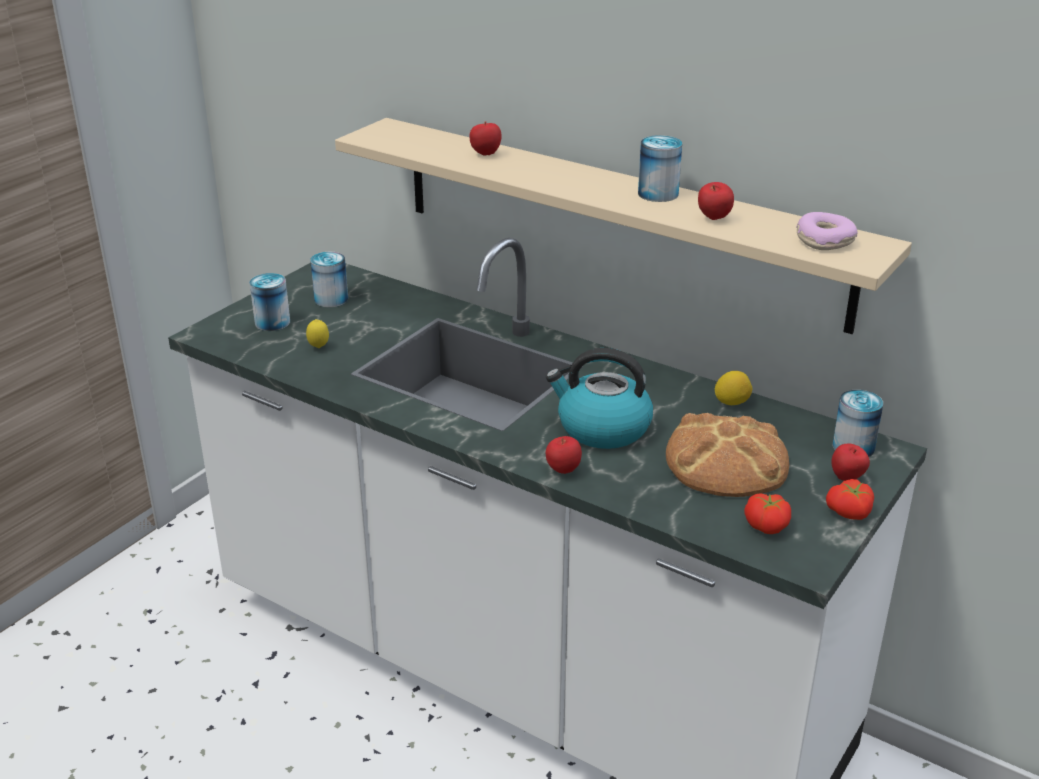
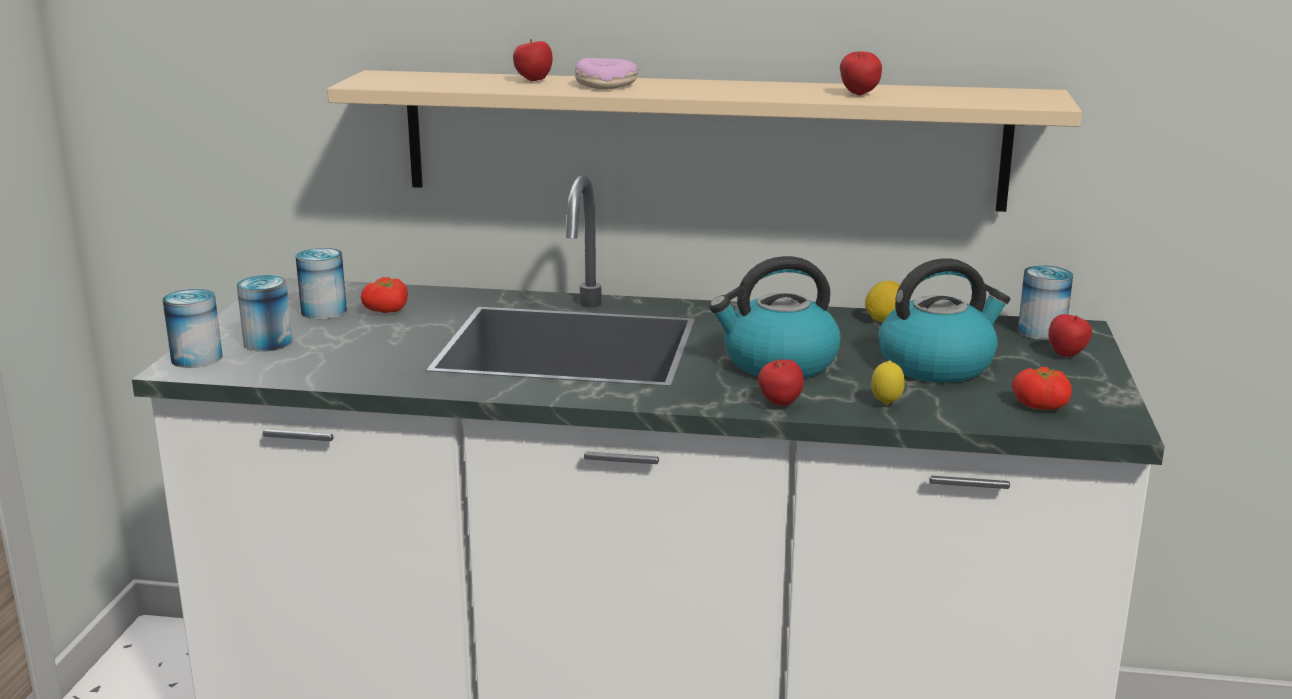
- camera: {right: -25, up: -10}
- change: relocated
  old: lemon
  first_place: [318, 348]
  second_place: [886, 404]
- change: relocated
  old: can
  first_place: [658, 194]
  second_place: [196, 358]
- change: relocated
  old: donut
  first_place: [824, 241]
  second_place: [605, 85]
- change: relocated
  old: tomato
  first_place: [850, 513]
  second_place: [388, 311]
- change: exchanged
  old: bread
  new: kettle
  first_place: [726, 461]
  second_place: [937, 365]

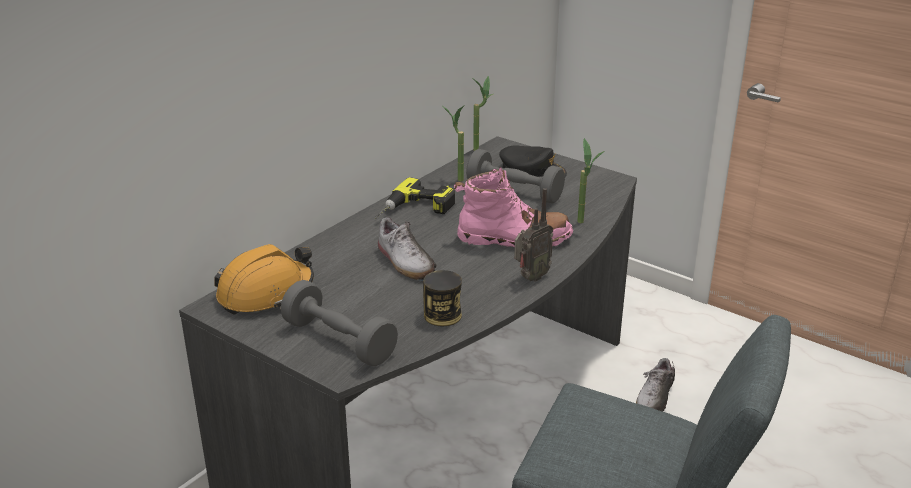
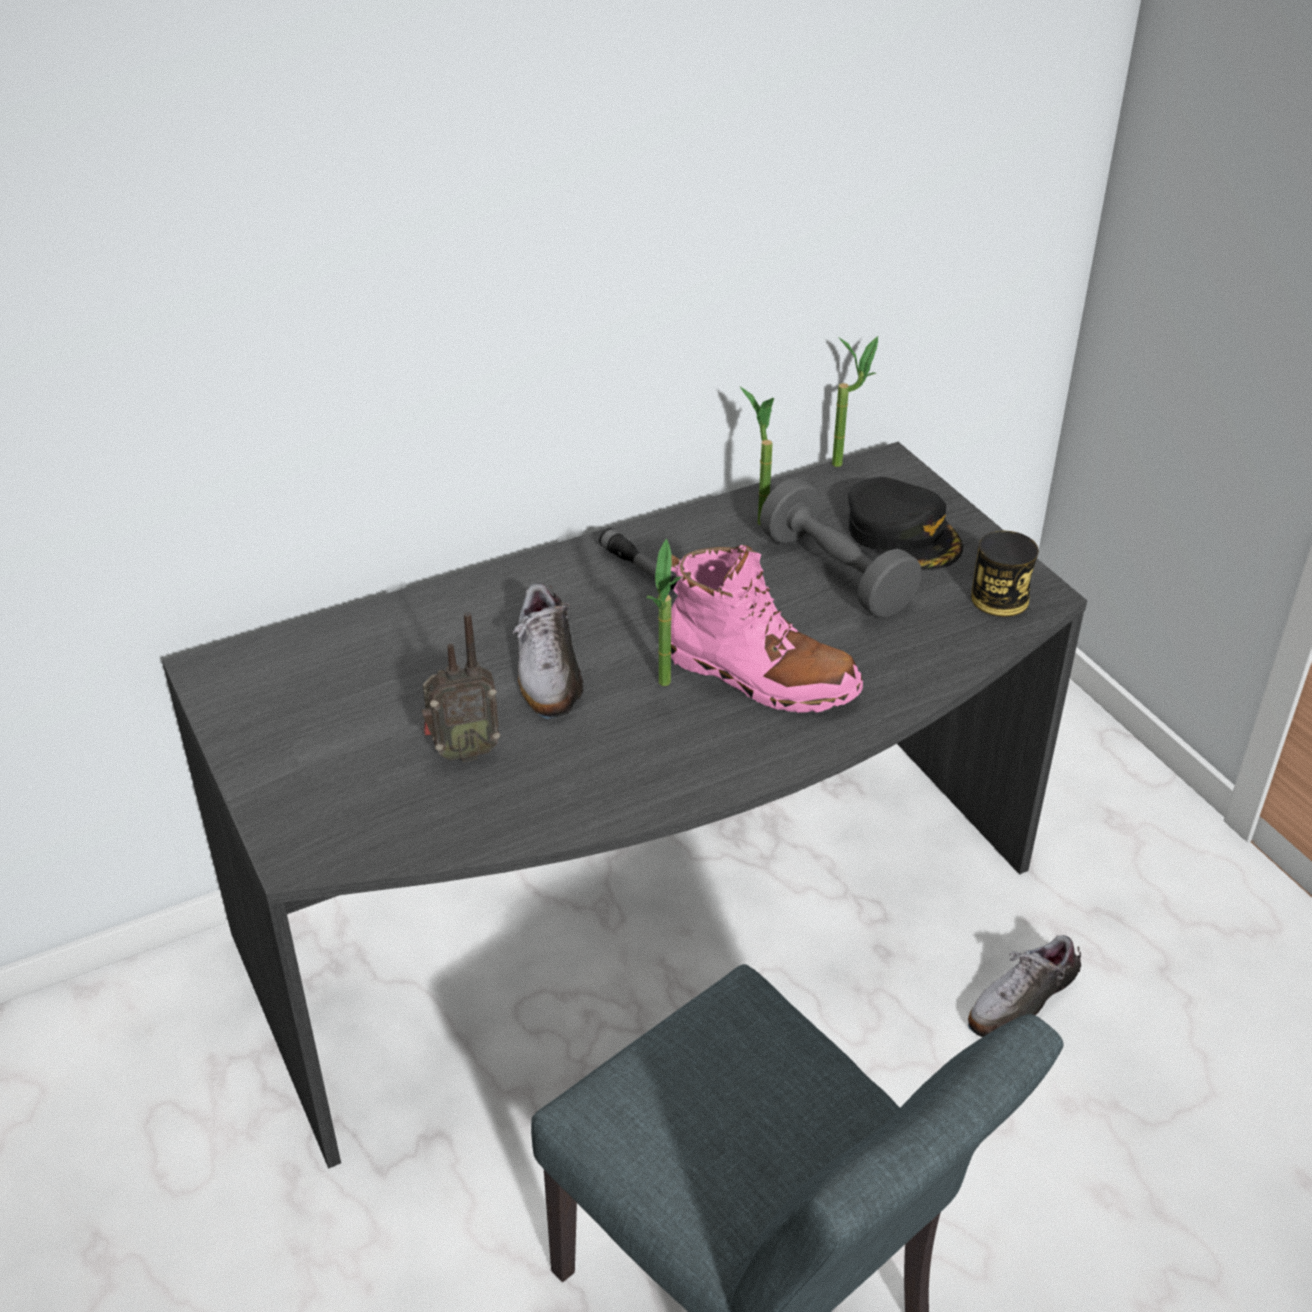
- camera: {right: 25, up: 10}
- change: missing
  old: orange hard hat
  first_place: [266, 293]
- change: missing
  old: grey dumbbell
  first_place: [339, 341]
- change: relocated
  old: can
  first_place: [442, 315]
  second_place: [999, 599]
- change: relocated
  old: radio
  first_place: [530, 278]
  second_place: [462, 752]
- change: relocated
  old: potted plant
  first_place: [585, 224]
  second_place: [666, 690]
- change: exchanged
  old: power drill
  new: flashlight
  first_place: [415, 211]
  second_place: [639, 568]

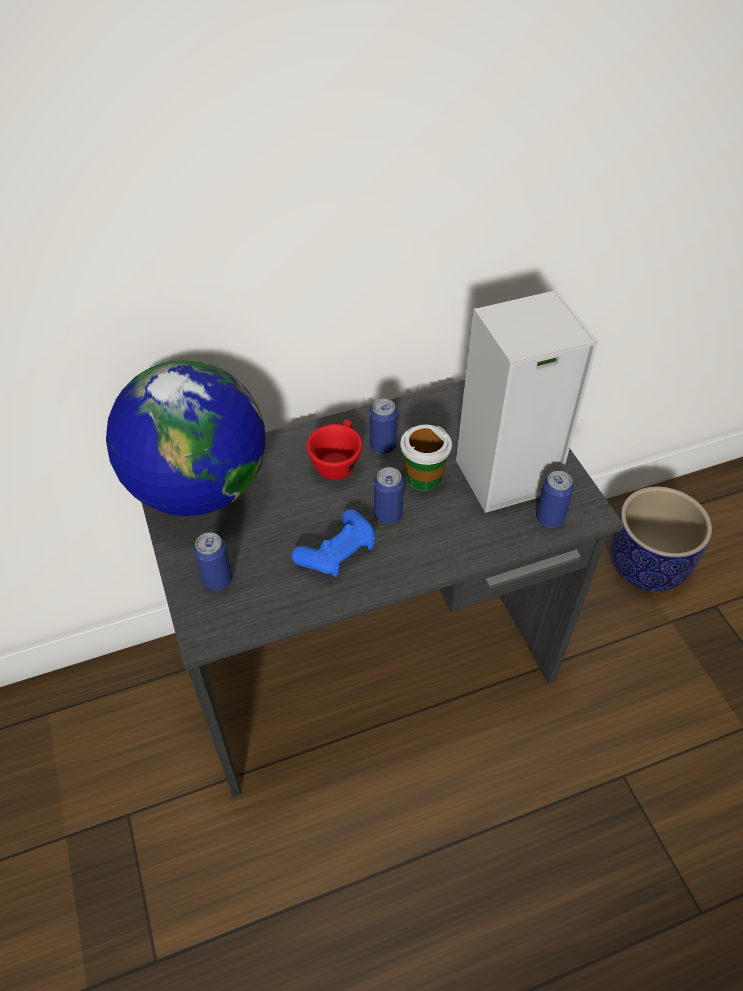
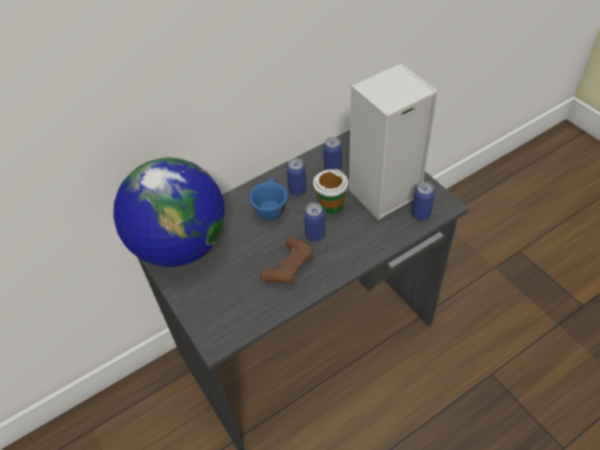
- camera: {right: -10, up: 0}
- change: missing
  old: planter
  first_place: [647, 566]
- change: relocated
  old: can
  first_place: [217, 580]
  second_place: [332, 169]
- change: colour
  old: blue game controller
  new: brown game controller
  first_place: [337, 552]
  second_place: [289, 267]
- change: colour
  old: red cup
  new: blue cup
  first_place: [337, 461]
  second_place: [270, 207]

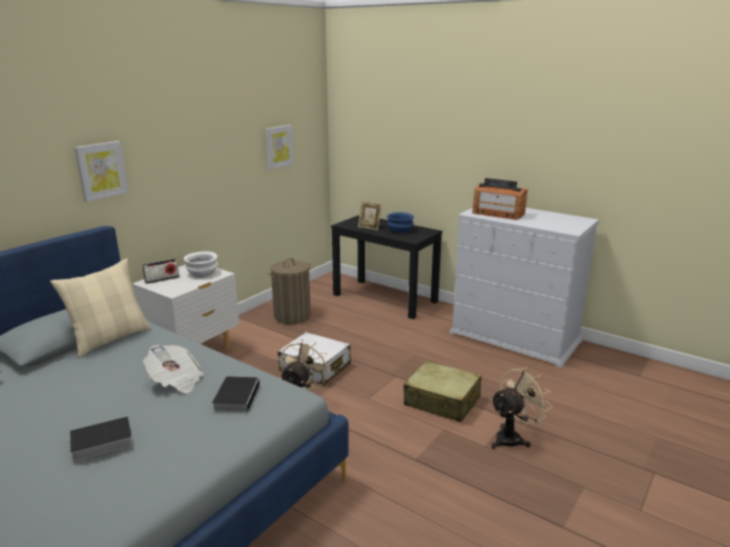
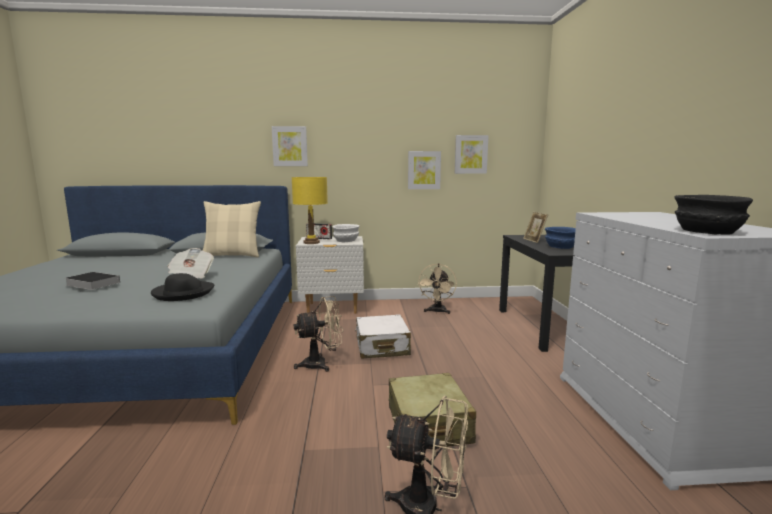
- camera: {right: 50, up: -10}
- change: missing
  old: radio
  first_place: [498, 214]
- change: appeared
  new: yellow table lamp
  second_place: [311, 242]
- change: appeared
  new: picture
  second_place: [424, 170]
- change: appeared
  new: black bowl
  second_place: [708, 231]
- change: exchanged
  old: book
  new: black hat
  first_place: [237, 396]
  second_place: [183, 293]
- change: exchanged
  old: laundry basket
  new: beige fan
  first_place: [292, 316]
  second_place: [437, 312]

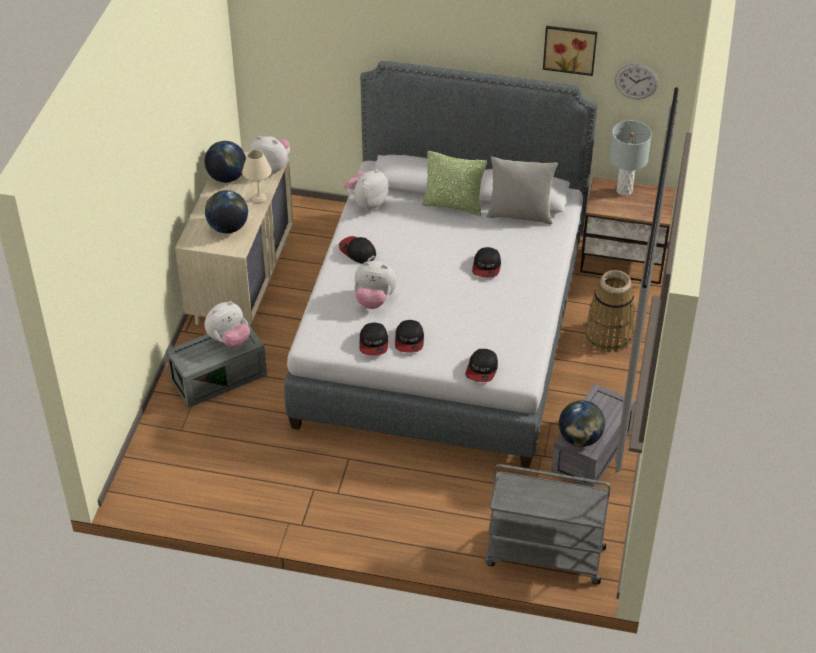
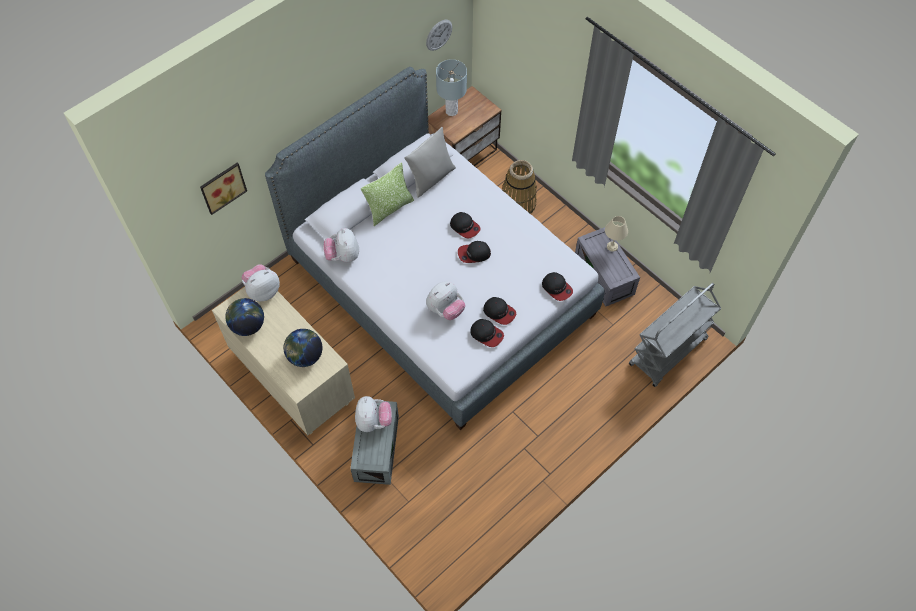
- camera: {right: -55, up: 15}
- change: missing
  old: globe
  first_place: [580, 439]
- change: relocated
  old: beige table lamp
  first_place: [259, 199]
  second_place: [612, 246]
- change: relocated
  old: cap
  first_place: [357, 251]
  second_place: [474, 254]
- change: relocated
  old: picture
  first_place: [570, 48]
  second_place: [222, 187]

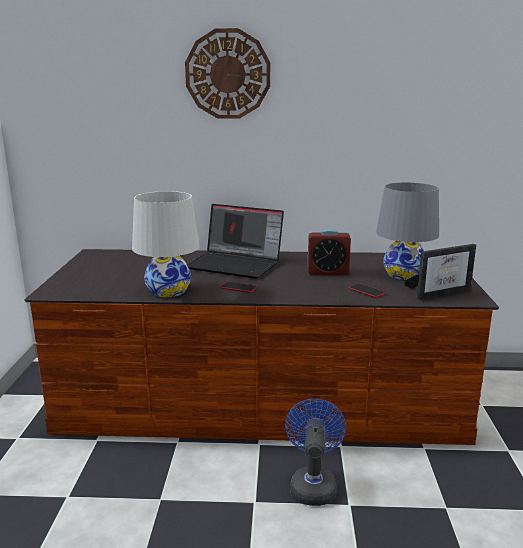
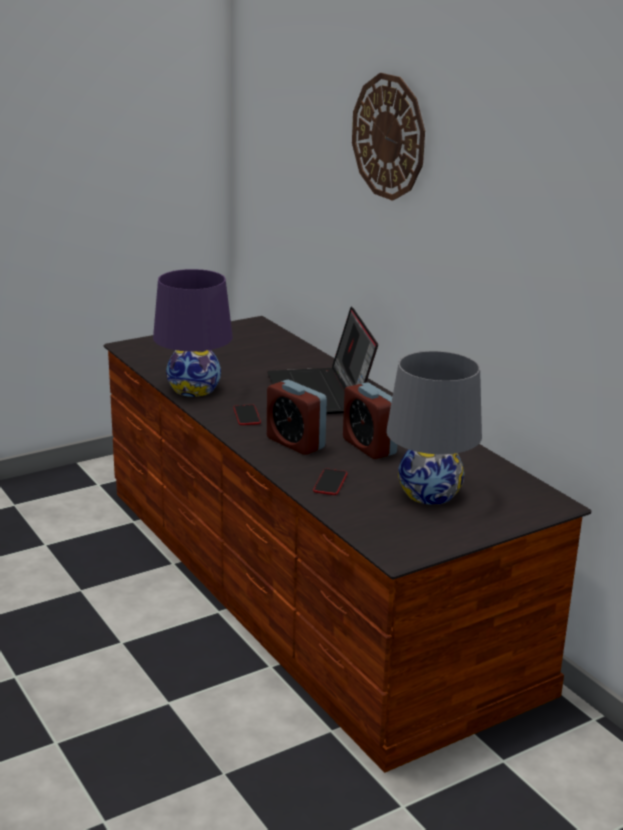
- camera: {right: 55, up: 5}
- change: missing
  old: blue fan
  first_place: [313, 484]
- change: missing
  old: picture frame
  first_place: [440, 292]
- change: appeared
  new: alarm clock
  second_place: [295, 443]
- change: colour
  old: white table lamp
  new: purple table lamp
  first_place: [168, 291]
  second_place: [194, 388]

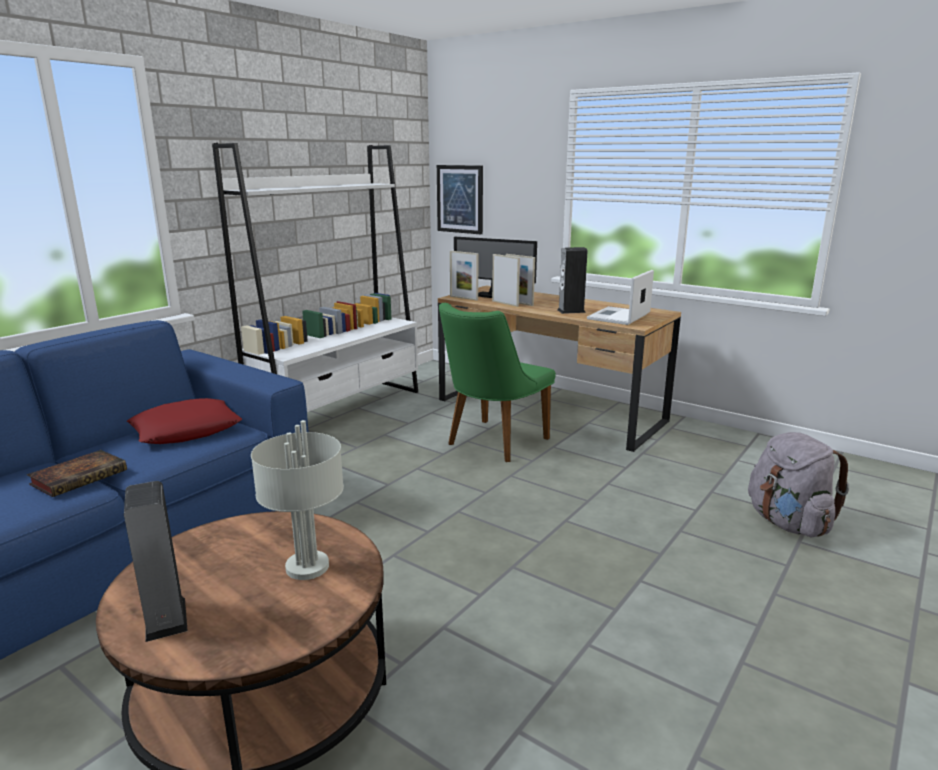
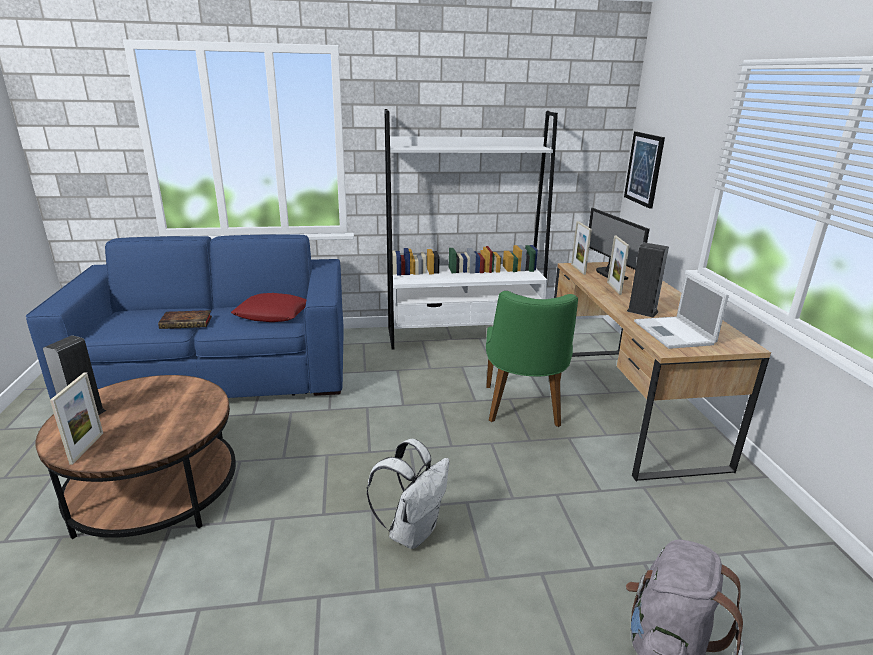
- camera: {right: 45, up: 5}
- change: missing
  old: grey table lamp
  first_place: [307, 568]
- change: appeared
  new: white backpack
  second_place: [412, 531]
- change: relocated
  old: picture frame
  first_place: [505, 303]
  second_place: [87, 448]
- change: spun
  old: green chair
  first_place: [491, 443]
  second_place: [523, 410]
  degrees: -75
- change: spun
  old: laptop
  first_place: [618, 317]
  second_place: [674, 333]
  degrees: -90

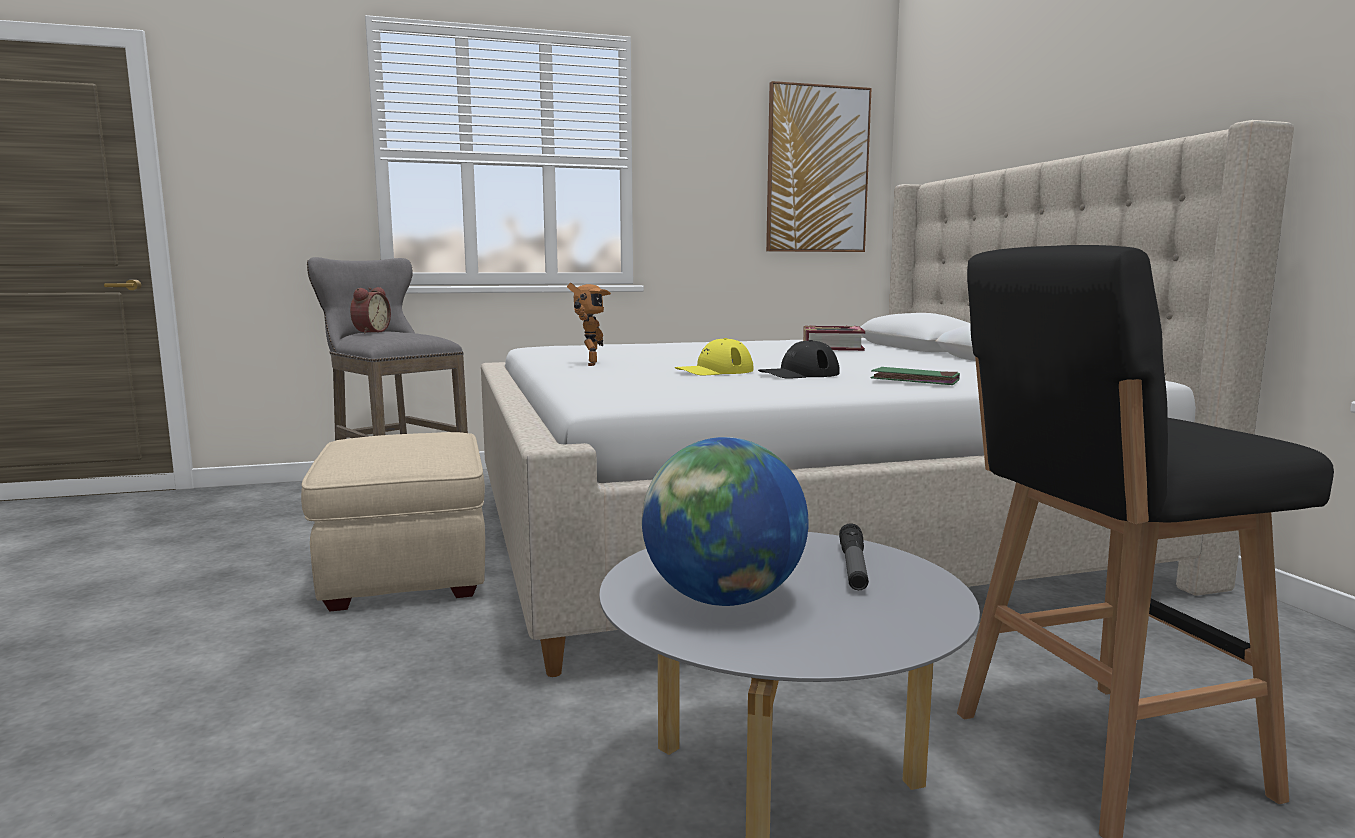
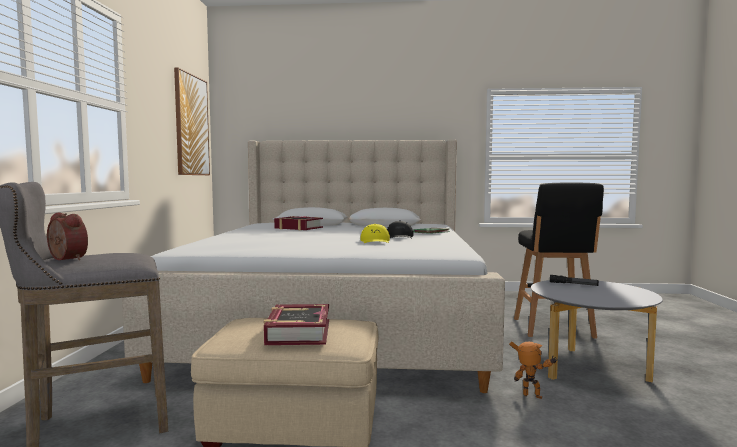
- camera: {right: -70, up: -5}
- change: missing
  old: globe
  first_place: [723, 599]
- change: appeared
  new: book
  second_place: [298, 332]
- change: relocated
  old: toy robot
  first_place: [588, 364]
  second_place: [532, 398]

